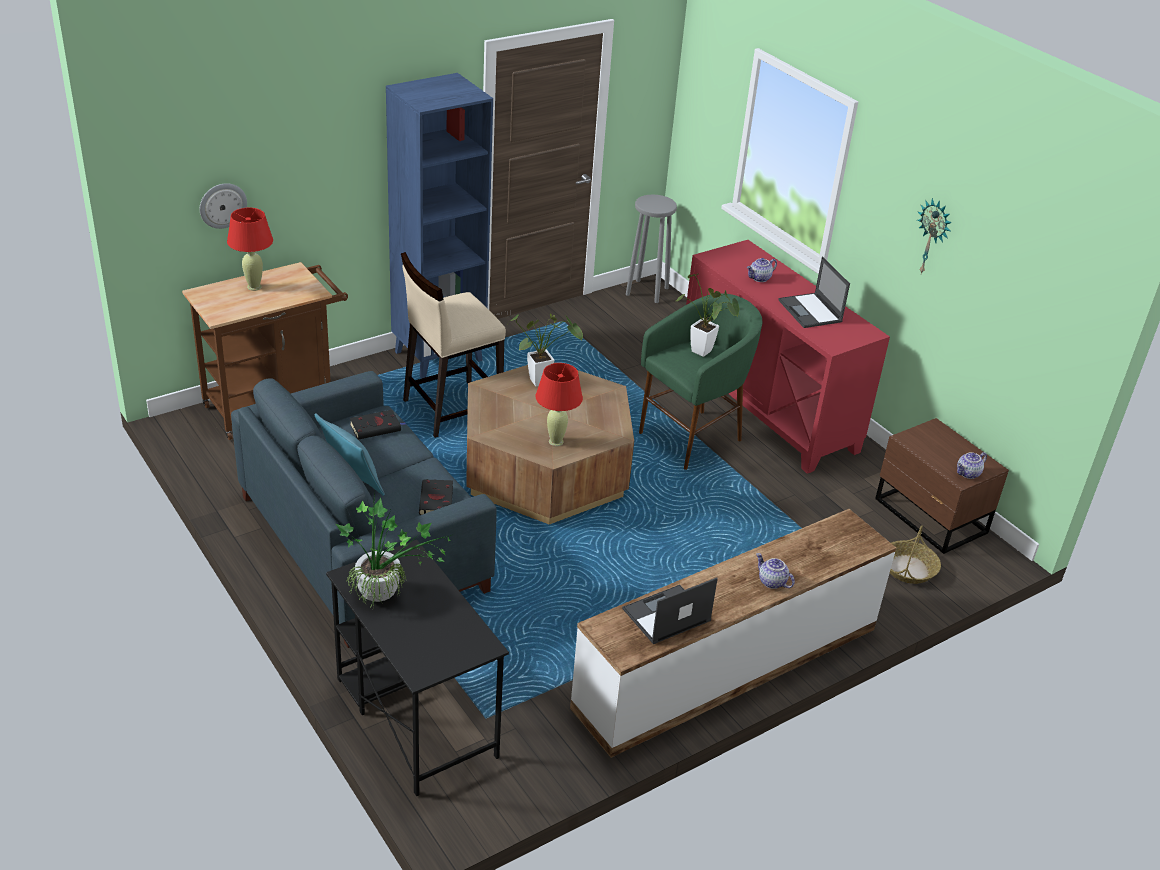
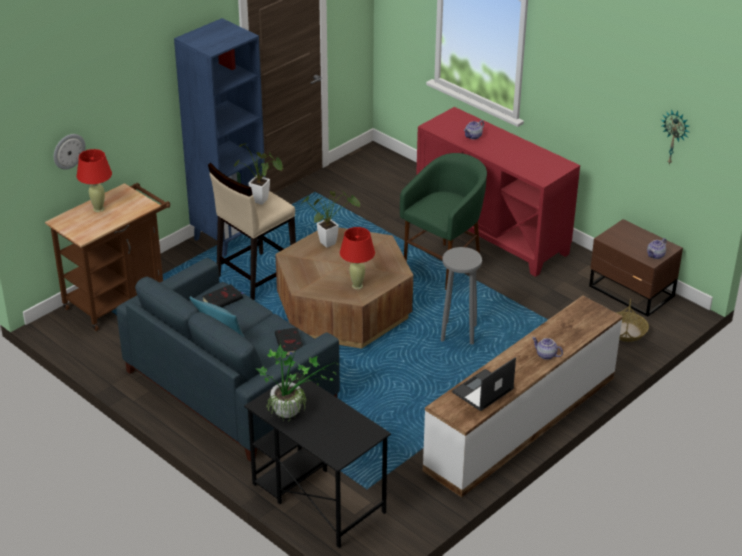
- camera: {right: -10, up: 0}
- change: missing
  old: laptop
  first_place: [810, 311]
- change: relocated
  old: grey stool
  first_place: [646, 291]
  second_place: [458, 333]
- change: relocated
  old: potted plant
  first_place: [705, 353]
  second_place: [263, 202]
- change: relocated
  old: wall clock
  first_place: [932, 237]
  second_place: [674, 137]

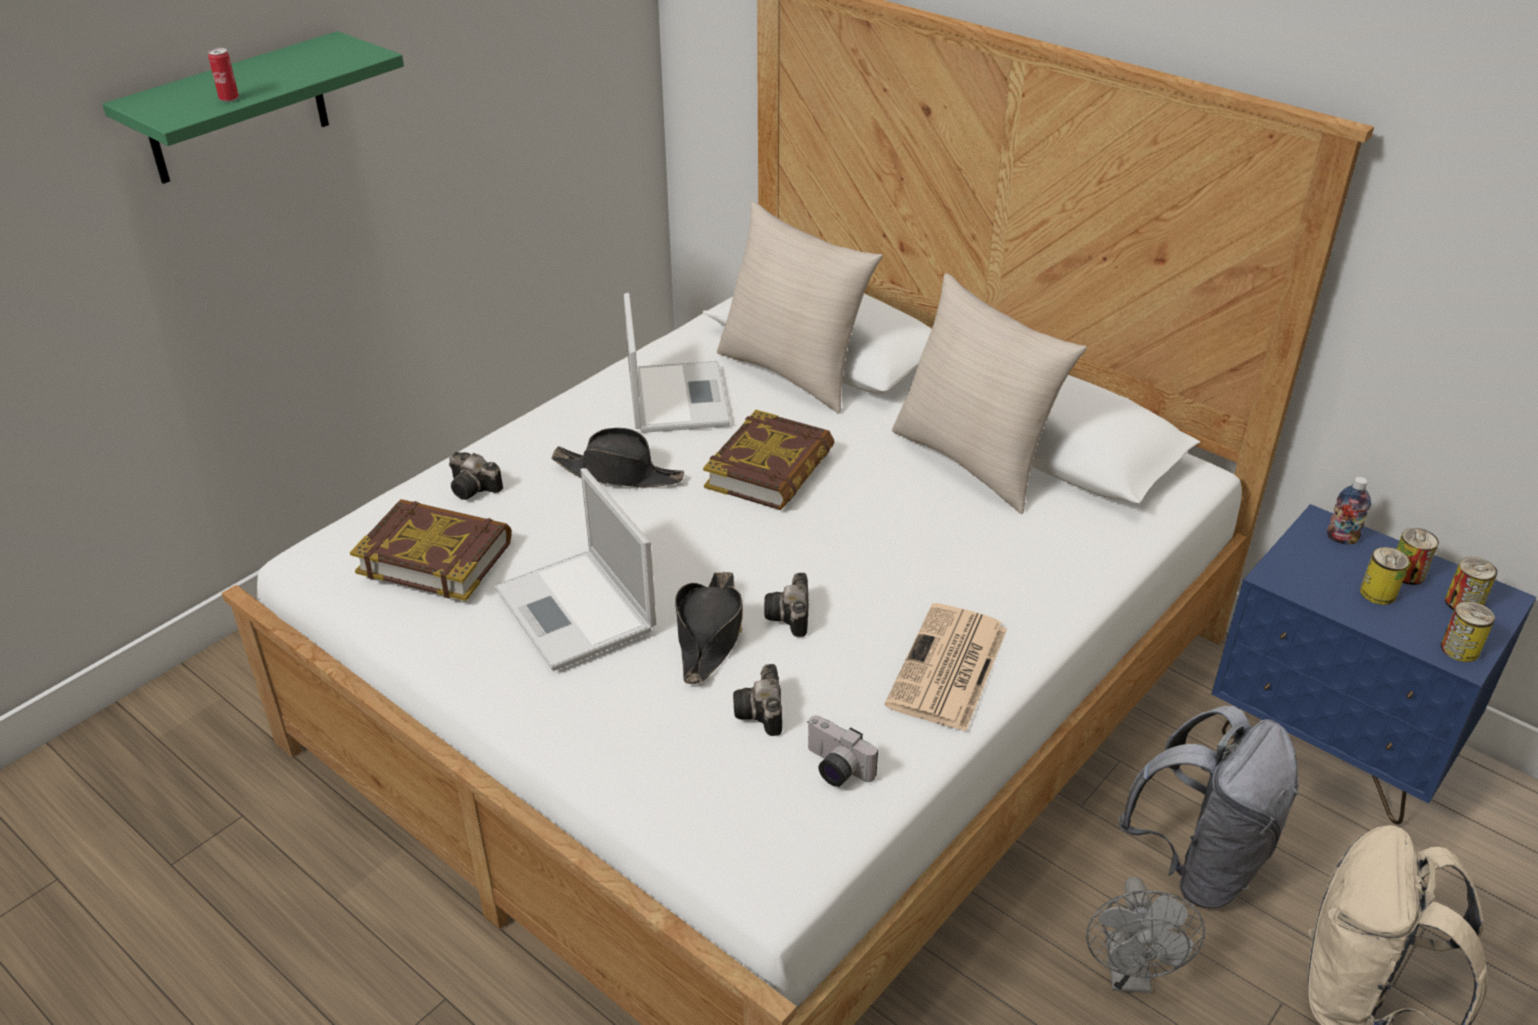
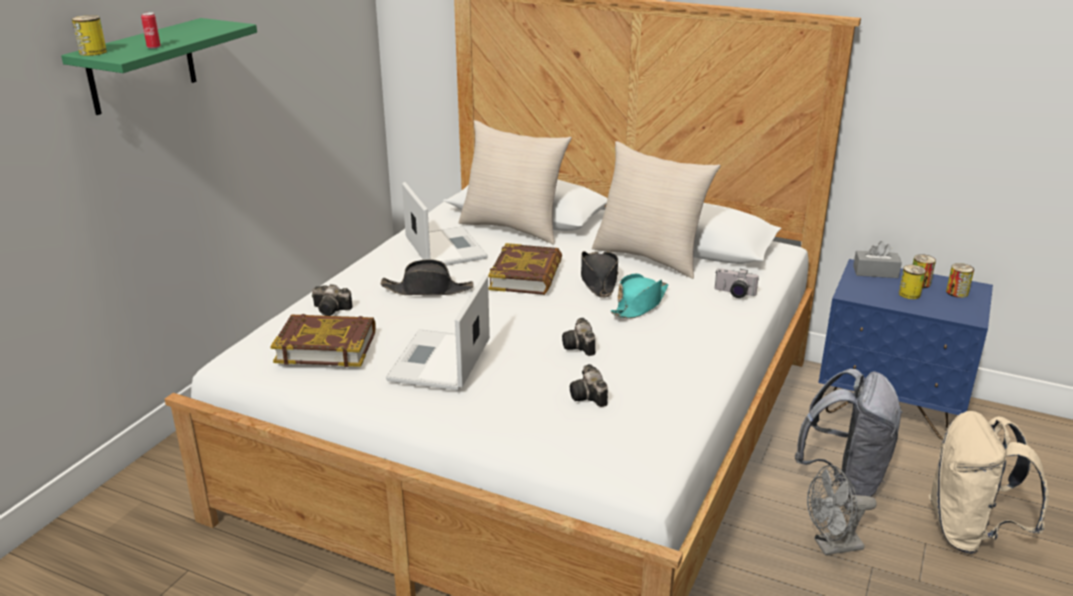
- camera: {right: -15, up: -10}
- change: missing
  old: newspaper
  first_place: [948, 669]
- change: appeared
  new: turquoise hat
  second_place: [640, 304]
- change: relocated
  old: black hat
  first_place: [709, 635]
  second_place: [598, 280]
- change: relocated
  old: photo camera
  first_place: [834, 769]
  second_place: [734, 294]
- change: relocated
  old: can
  first_place: [1459, 649]
  second_place: [93, 52]
- change: exchanged
  old: bottle
  new: grey tissue box
  first_place: [1341, 538]
  second_place: [875, 272]
- change: spun
  old: laptop
  first_place: [577, 611]
  second_place: [439, 362]
  degrees: 60
- change: spun
  old: grey fan
  first_place: [1129, 975]
  second_place: [831, 546]
  degrees: 90

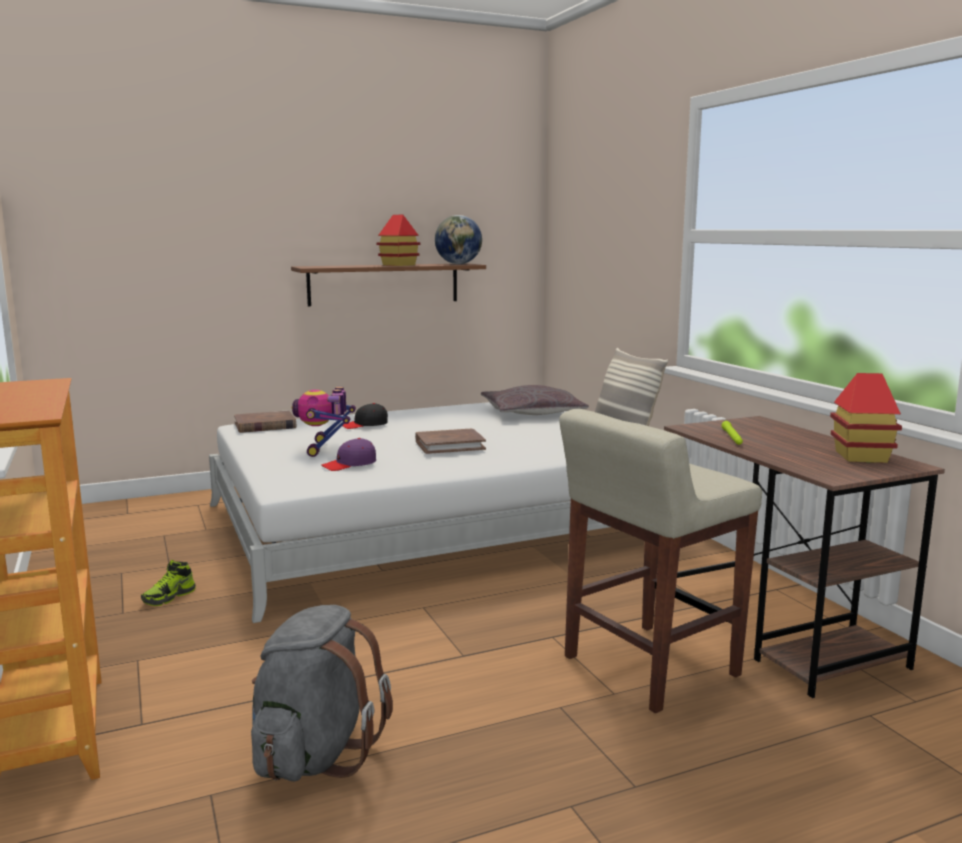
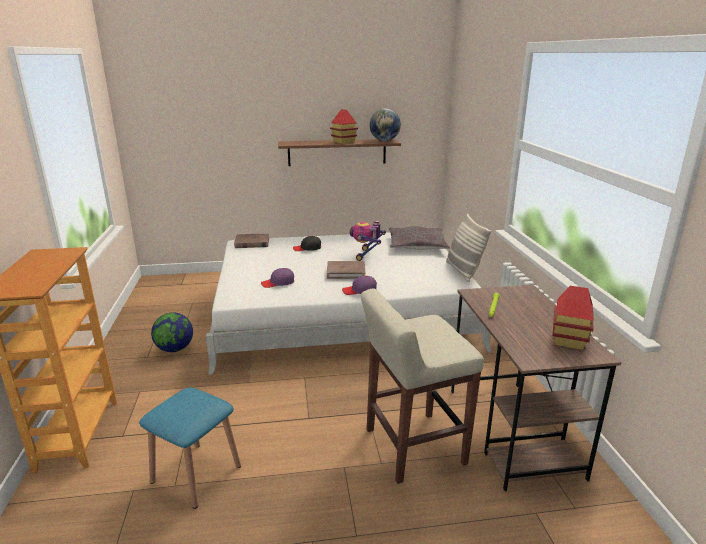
- camera: {right: 15, up: 10}
- change: appeared
  new: purple cap
  second_place: [359, 291]
- change: relocated
  old: toy robot
  first_place: [325, 449]
  second_place: [367, 255]
- change: exchanged
  old: shoe
  new: globe
  first_place: [169, 597]
  second_place: [175, 349]
- change: exchanged
  old: grey backpack
  new: blue stool
  first_place: [315, 754]
  second_place: [196, 474]

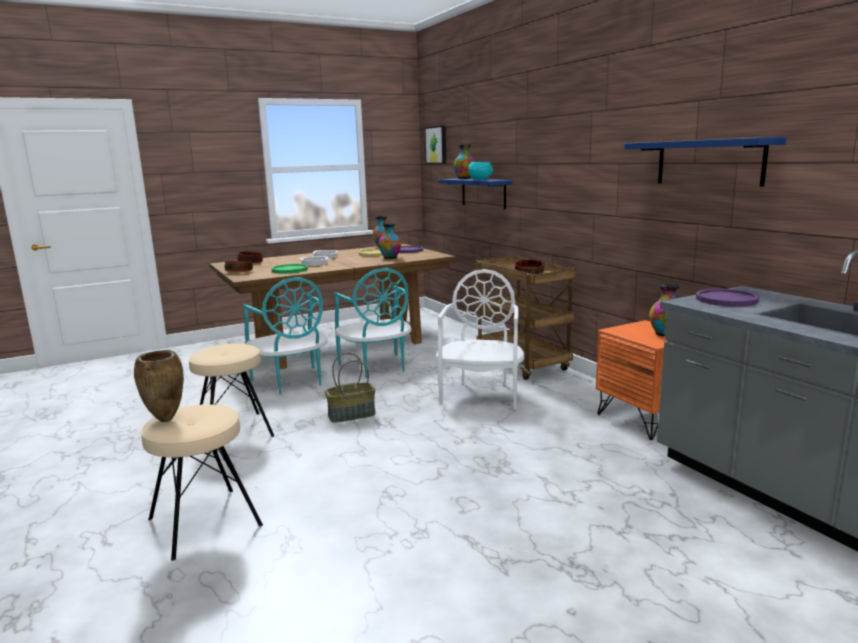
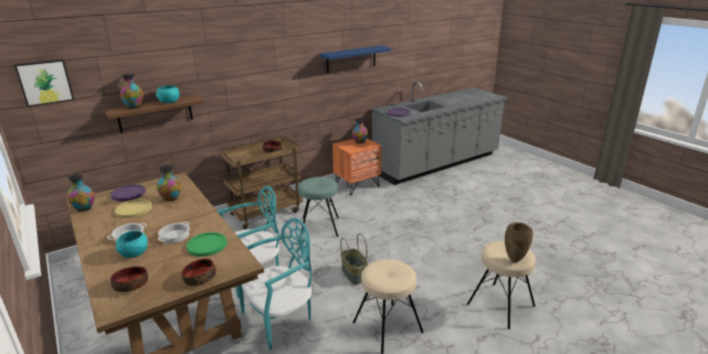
- camera: {right: -95, up: 10}
- change: appeared
  new: turquoise bowl
  second_place: [134, 254]
- change: exchanged
  old: white chair
  new: turquoise stool
  first_place: [481, 394]
  second_place: [320, 227]
- change: colour
  old: blue shelf
  new: brown shelf
  first_place: [483, 193]
  second_place: [155, 113]

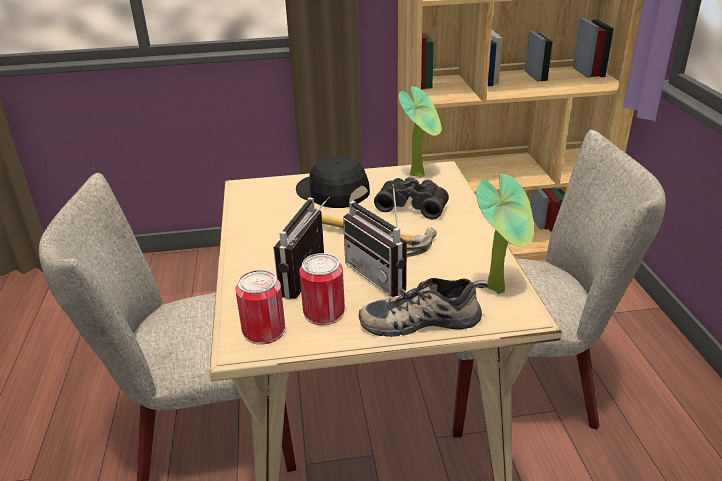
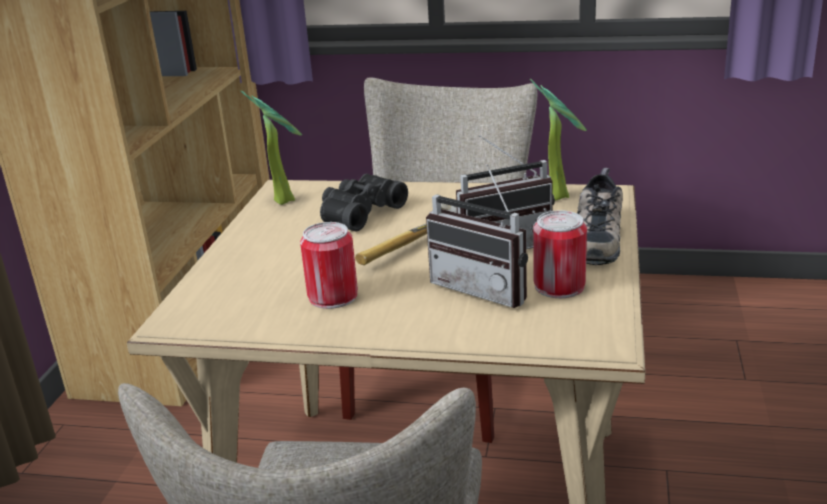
- camera: {right: -70, up: -5}
- change: missing
  old: black cap
  first_place: [332, 192]
- change: relocated
  old: can
  first_place: [264, 331]
  second_place: [333, 296]

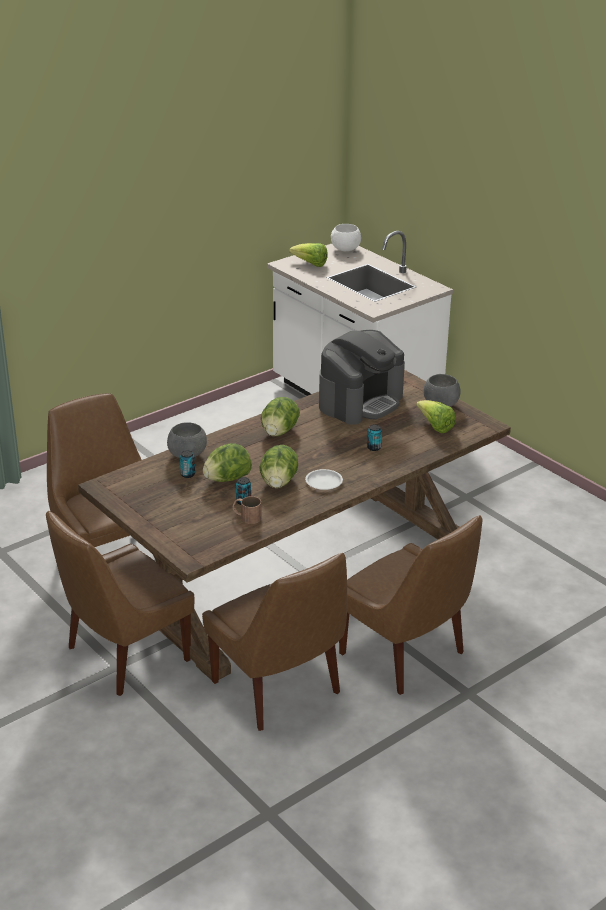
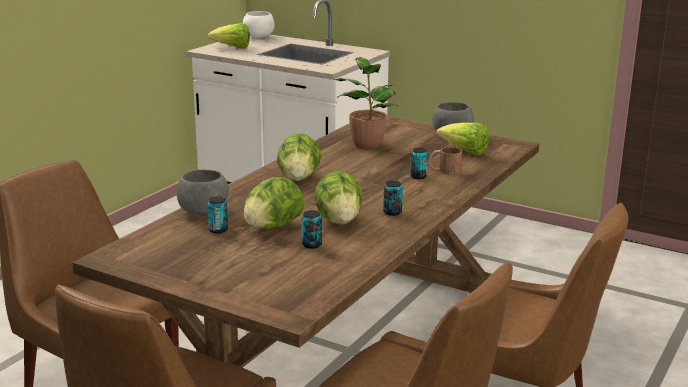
- camera: {right: -20, up: -10}
- change: relocated
  old: brown mug
  first_place: [246, 517]
  second_place: [444, 170]
- change: exchanged
  old: white plate
  new: can
  first_place: [324, 482]
  second_place: [392, 212]
- change: exchanged
  old: coffee machine
  new: potted plant
  first_place: [360, 402]
  second_place: [366, 144]

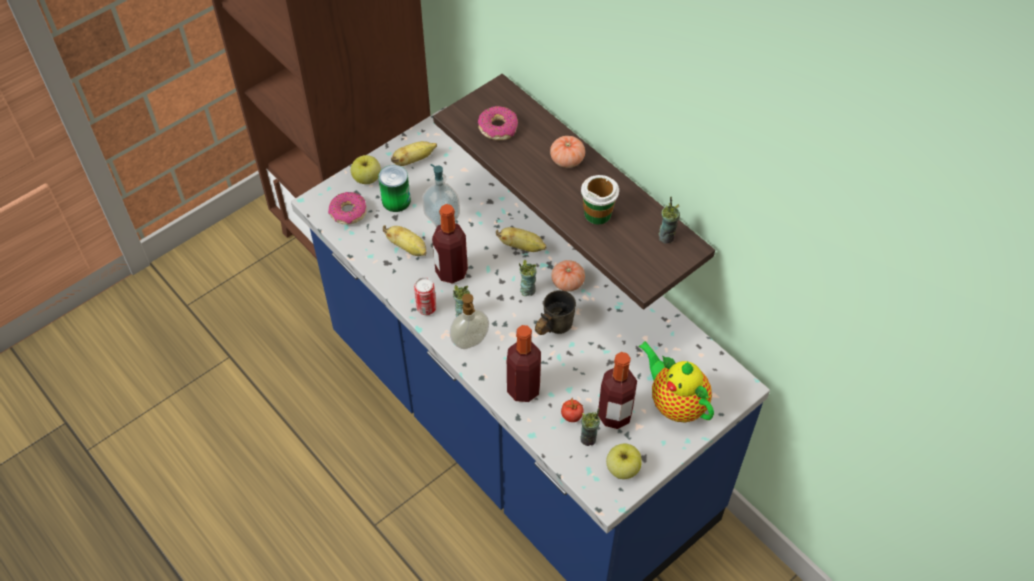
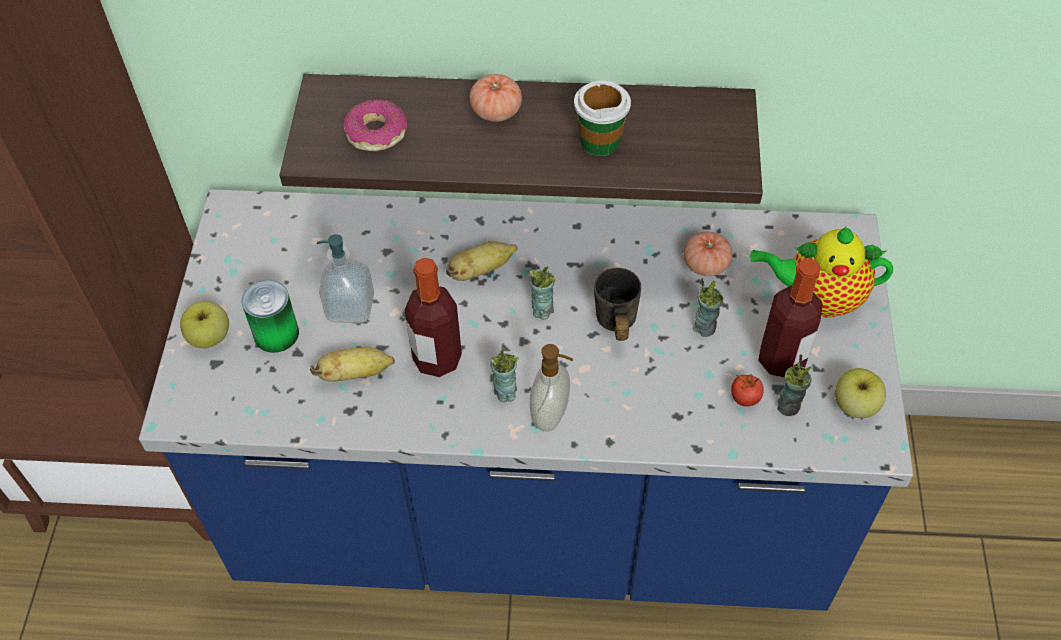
- camera: {right: -45, up: 0}
- change: missing
  old: donut
  first_place: [348, 213]
- change: missing
  old: banana
  first_place: [414, 160]
- change: missing
  old: can
  first_place: [426, 308]
- change: missing
  old: bottle
  first_place: [523, 389]
- change: relocated
  old: tomato
  first_place: [567, 282]
  second_place: [705, 264]
- change: relocated
  old: cup
  first_place: [666, 236]
  second_place: [704, 327]

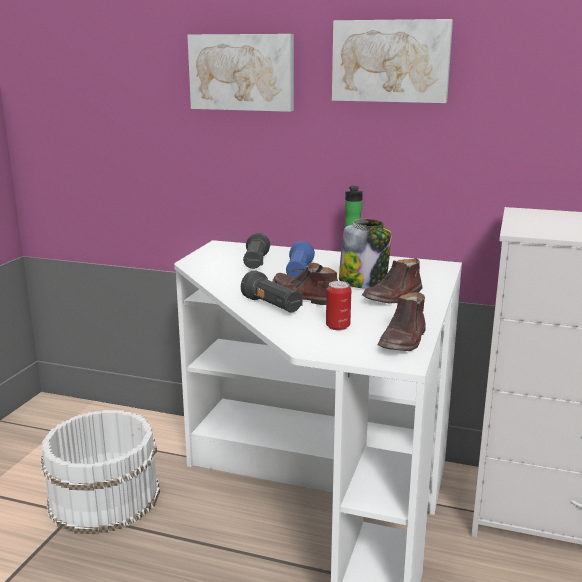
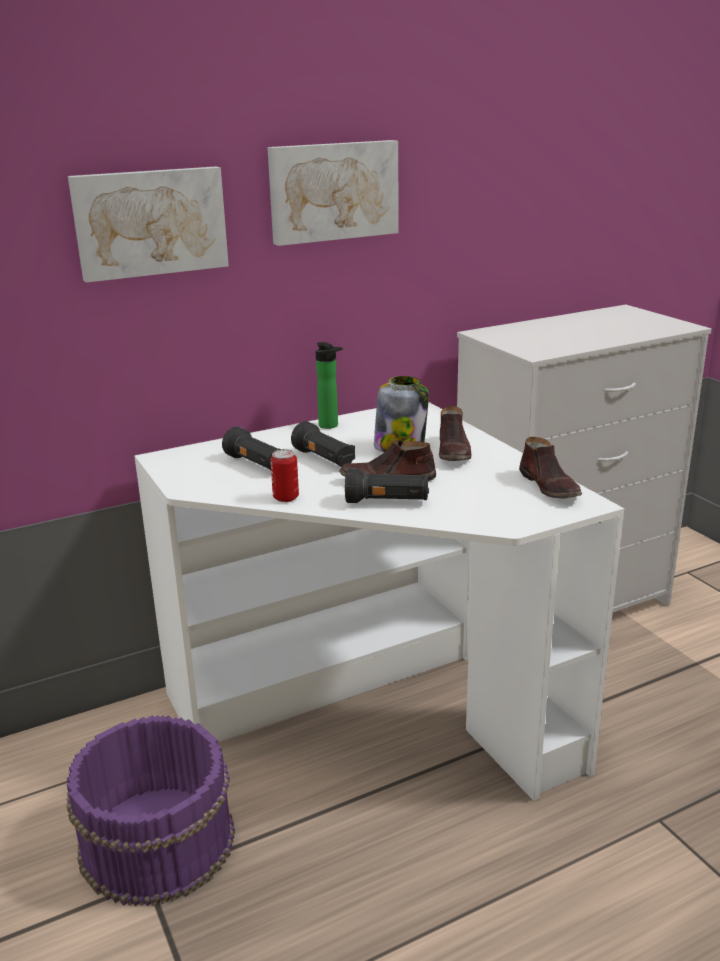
- camera: {right: -45, up: 5}
- change: relocated
  old: can
  first_place: [338, 326]
  second_place: [286, 497]
- change: colour
  old: white bucket
  new: purple bucket
  first_place: [103, 497]
  second_place: [155, 842]
- change: colour
  old: blue flashlight
  new: black flashlight
  first_place: [299, 273]
  second_place: [324, 459]

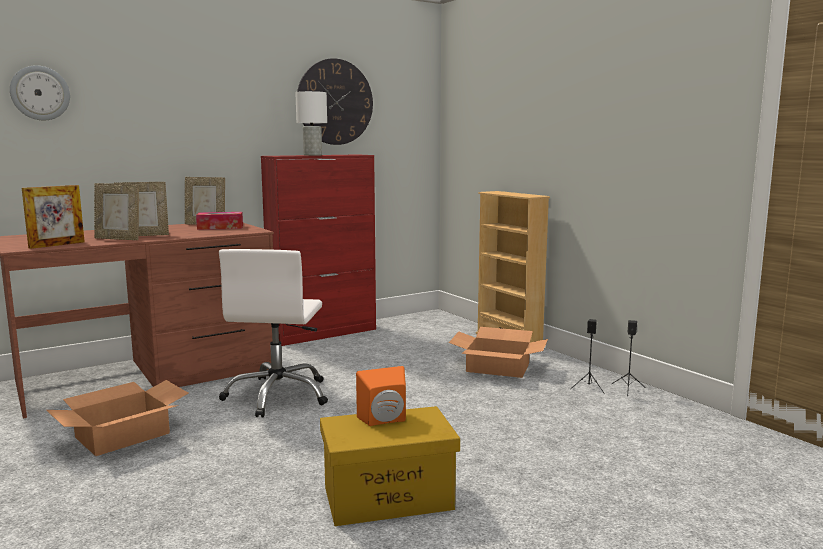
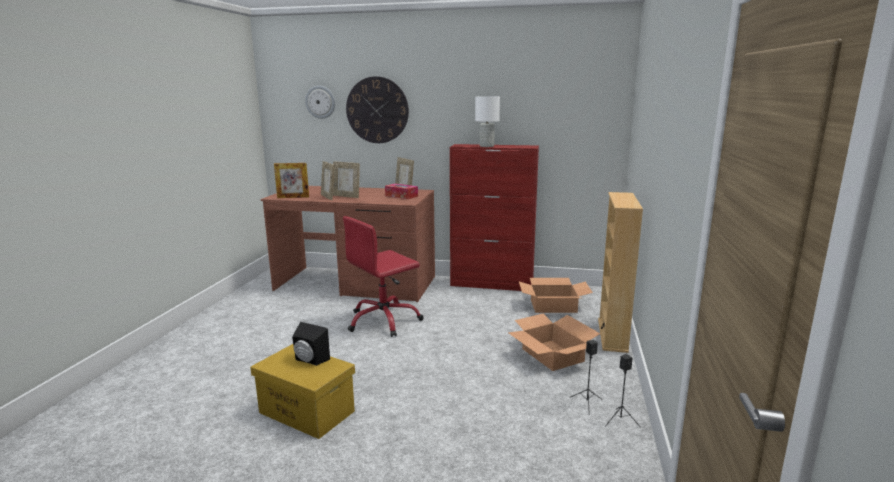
- camera: {right: 45, up: 5}
- change: relocated
  old: cardboard box
  first_place: [122, 435]
  second_place: [553, 306]
- change: relocated
  old: wall clock
  first_place: [335, 102]
  second_place: [377, 110]
- change: colour
  old: white office chair
  new: red office chair
  first_place: [278, 395]
  second_place: [384, 321]
- change: colour
  old: orange speaker
  new: black speaker
  first_place: [385, 421]
  second_place: [309, 360]

